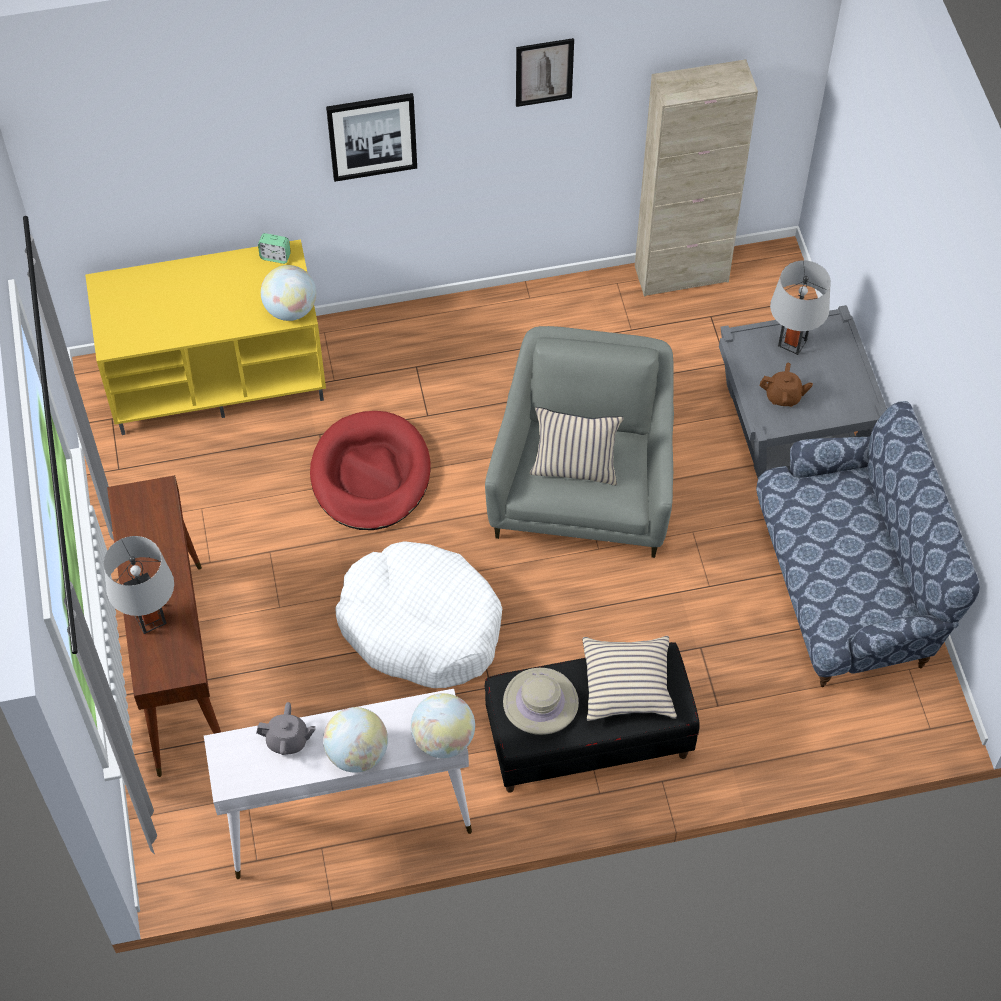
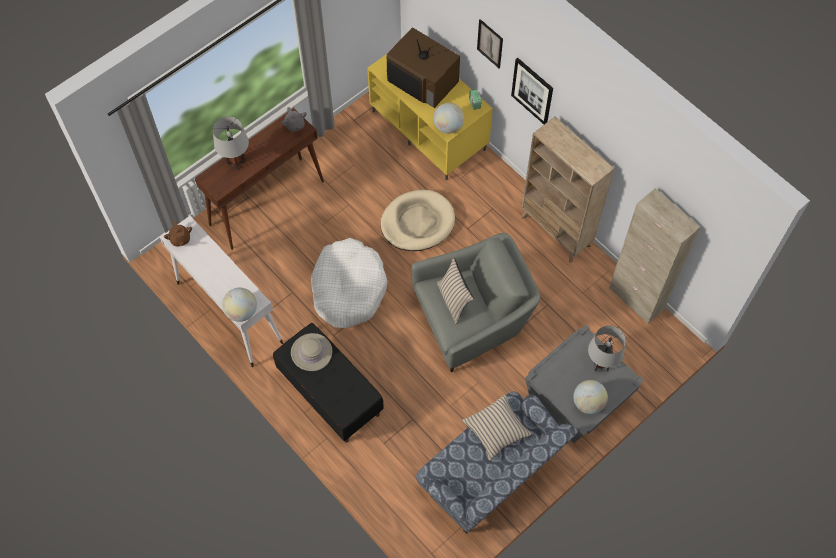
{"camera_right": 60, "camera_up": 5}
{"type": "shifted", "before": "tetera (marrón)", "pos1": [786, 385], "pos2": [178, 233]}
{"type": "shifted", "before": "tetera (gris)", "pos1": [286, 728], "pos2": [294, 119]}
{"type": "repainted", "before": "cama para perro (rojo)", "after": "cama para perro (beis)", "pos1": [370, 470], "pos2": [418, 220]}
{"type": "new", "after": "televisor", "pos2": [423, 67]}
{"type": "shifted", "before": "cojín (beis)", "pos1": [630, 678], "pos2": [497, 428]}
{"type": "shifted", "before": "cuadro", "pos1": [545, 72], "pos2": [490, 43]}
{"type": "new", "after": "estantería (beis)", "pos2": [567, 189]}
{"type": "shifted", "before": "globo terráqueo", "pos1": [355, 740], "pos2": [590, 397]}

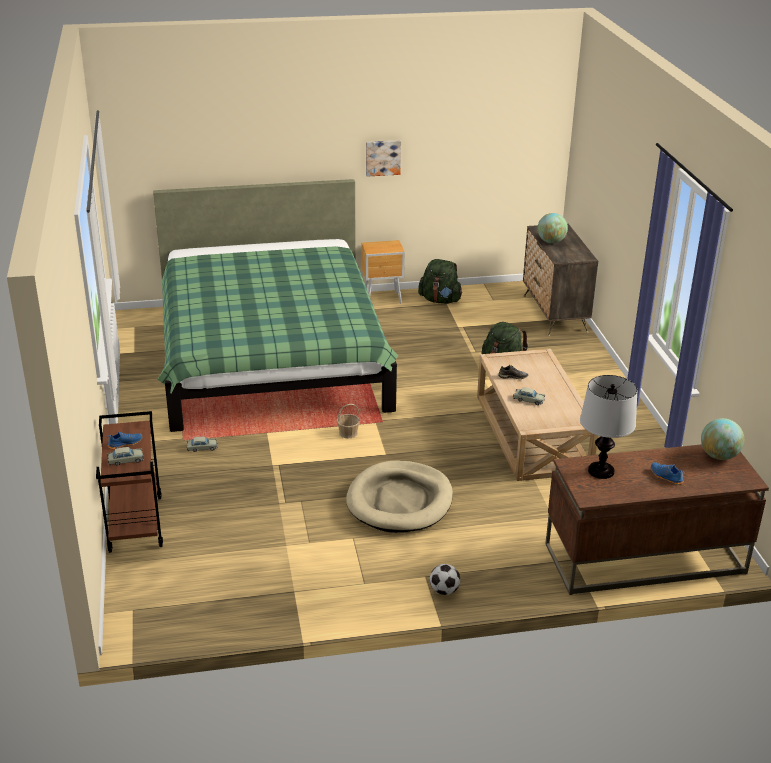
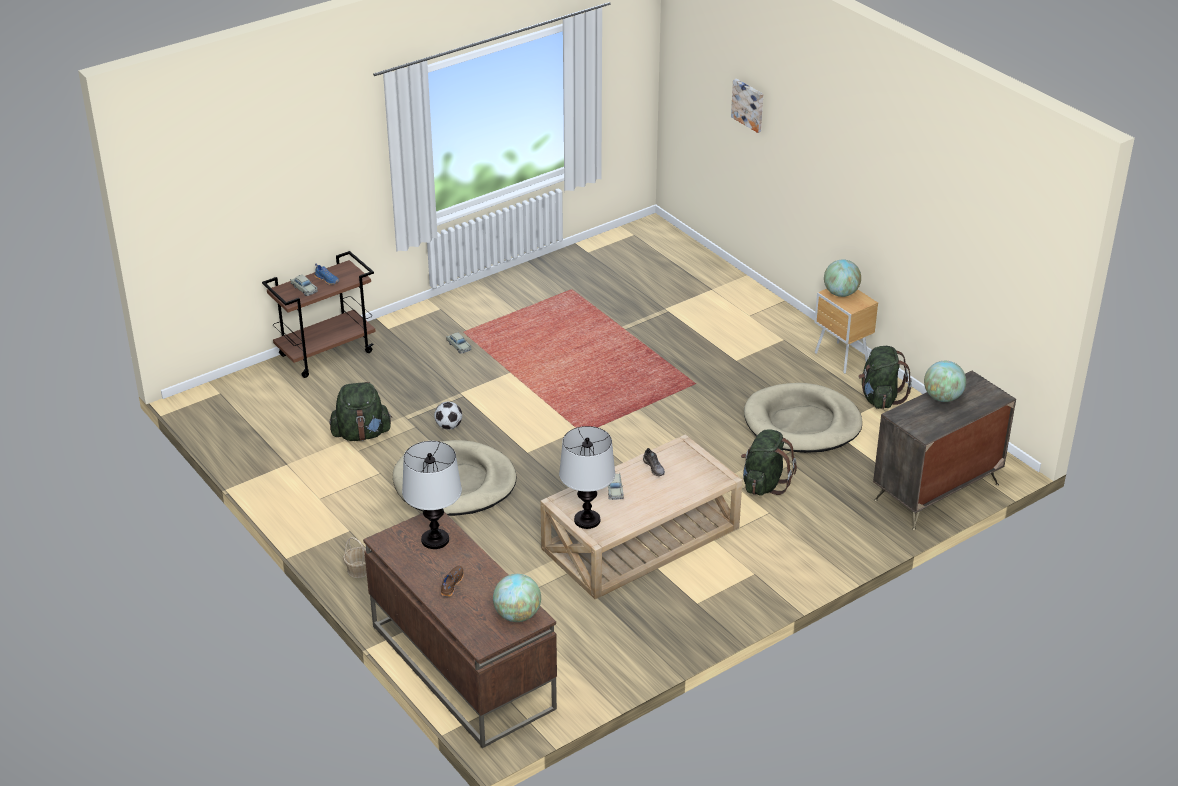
{"camera_right": 65, "camera_up": 5}
{"type": "new", "after": "mochila (verde)", "pos2": [360, 411]}
{"type": "shifted", "before": "cesta", "pos1": [348, 421], "pos2": [355, 557]}
{"type": "shifted", "before": "balón de fútbol", "pos1": [445, 579], "pos2": [448, 415]}
{"type": "repainted", "before": "zapato (azul)", "after": "zapato (marrón)", "pos1": [667, 473], "pos2": [452, 581]}
{"type": "new", "after": "lámpara de mesa", "pos2": [587, 477]}
{"type": "shifted", "before": "cuadro", "pos1": [383, 158], "pos2": [747, 106]}
{"type": "new", "after": "cama para perro (beis)", "pos2": [803, 418]}
{"type": "new", "after": "globo terráqueo", "pos2": [842, 278]}
{"type": "gone", "before": "cama (verde)", "pos1": [275, 305]}

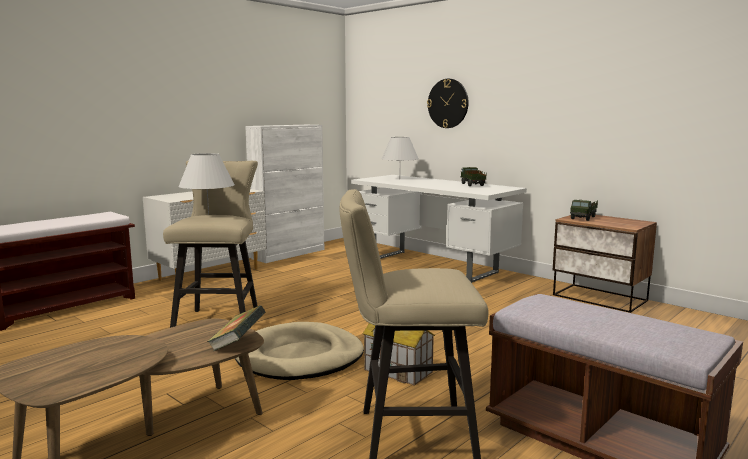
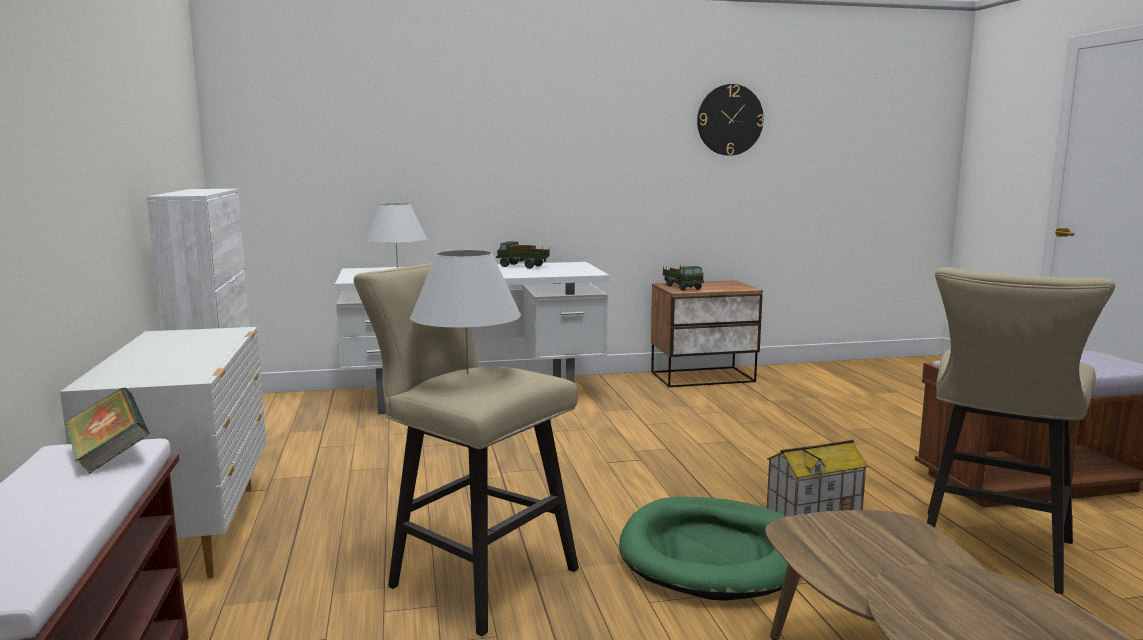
{"camera_right": -55, "camera_up": 0}
{"type": "shifted", "before": "libro", "pos1": [236, 328], "pos2": [106, 431]}
{"type": "repainted", "before": "cama para perro (beis)", "after": "cama para perro (verde)", "pos1": [299, 351], "pos2": [703, 549]}
{"type": "shifted", "before": "reloj de pared", "pos1": [448, 103], "pos2": [730, 120]}

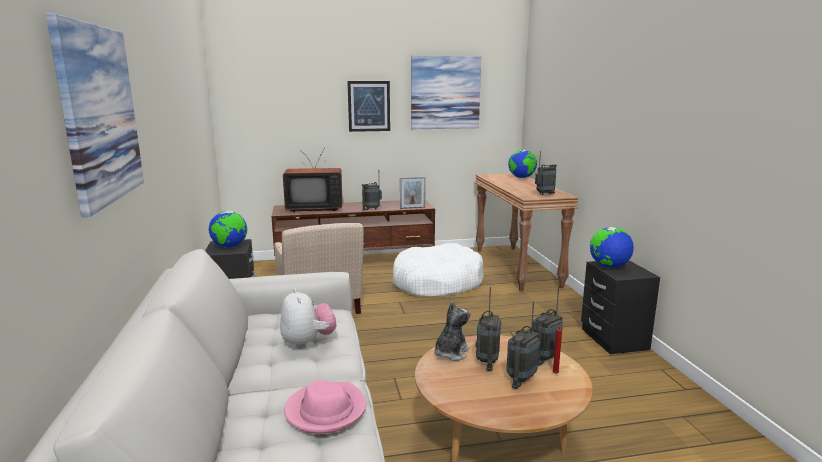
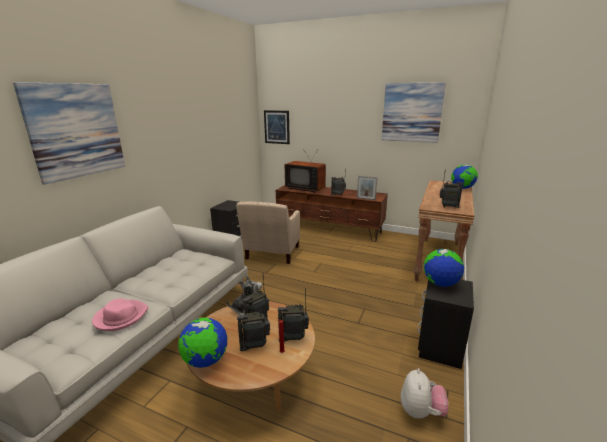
{"camera_right": 35, "camera_up": 5}
{"type": "shifted", "before": "globo terráqueo", "pos1": [227, 229], "pos2": [202, 342]}
{"type": "shifted", "before": "cuadro", "pos1": [368, 106], "pos2": [277, 127]}
{"type": "shifted", "before": "peluche", "pos1": [308, 318], "pos2": [424, 393]}
{"type": "gone", "before": "cama para perro (blanco)", "pos1": [438, 270]}

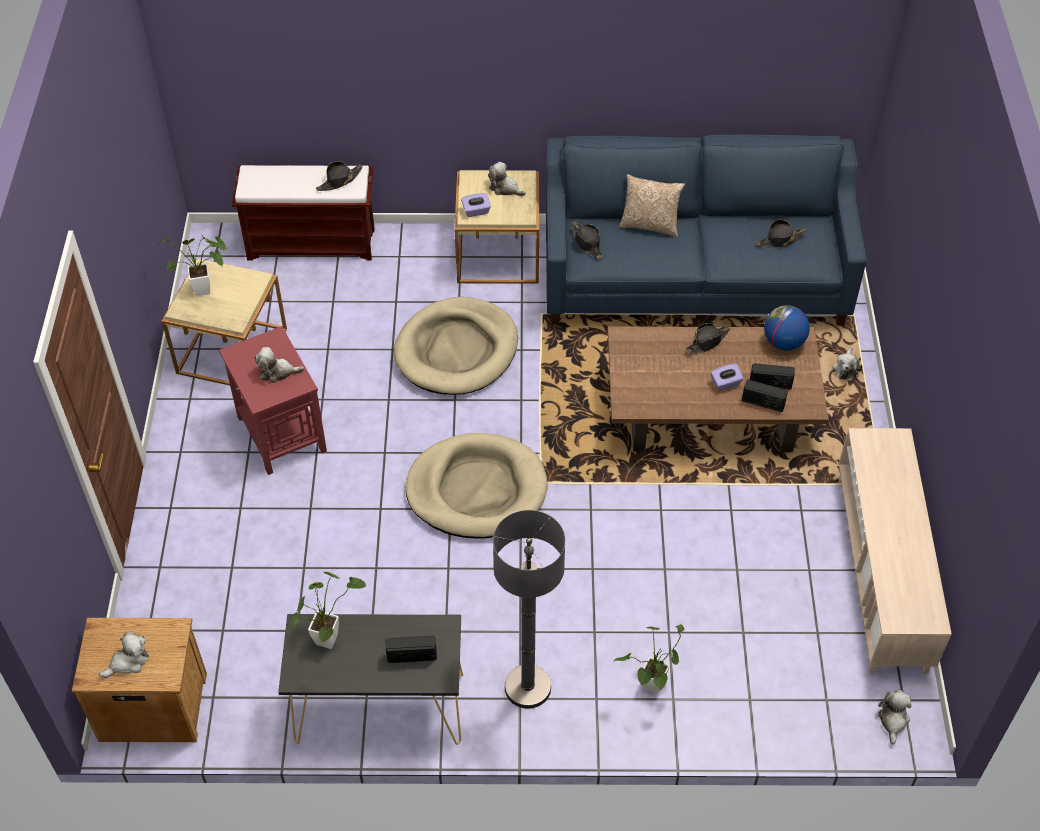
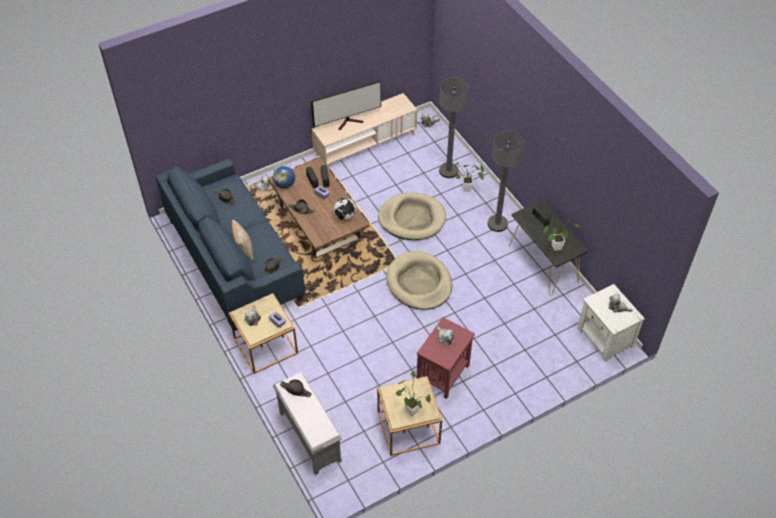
{"camera_right": -120, "camera_up": 0}
{"type": "repainted", "before": "banco (marrón)", "after": "banco (gris)", "pos1": [303, 213], "pos2": [307, 423]}
{"type": "new", "after": "televisor", "pos2": [346, 105]}
{"type": "new", "after": "globo terráqueo", "pos2": [345, 209]}
{"type": "shifted", "before": "cama para perro (beis)", "pos1": [456, 346], "pos2": [412, 216]}
{"type": "new", "after": "lámpara de pie (gris)", "pos2": [454, 128]}
{"type": "repainted", "before": "mesita de noche (marrón)", "after": "mesita de noche (blanco)", "pos1": [139, 680], "pos2": [611, 323]}

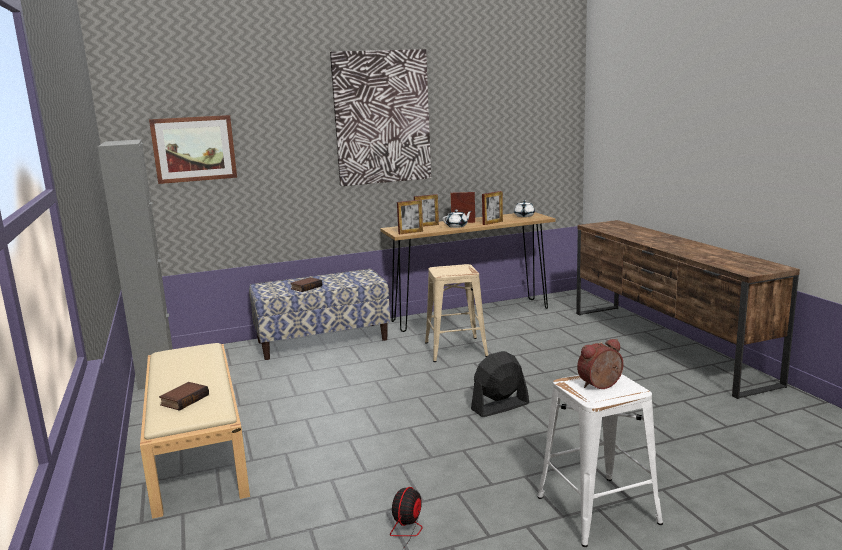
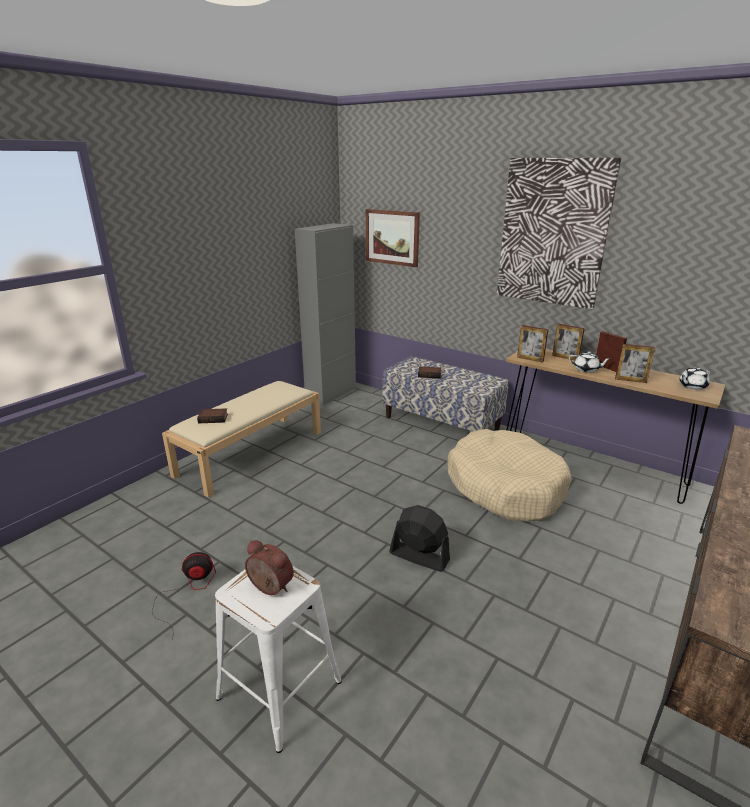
{"camera_right": 55, "camera_up": 10}
{"type": "swapped", "before": "taburete (beis)", "after": "cama para perro (beis)", "pos1": [456, 313], "pos2": [510, 475]}

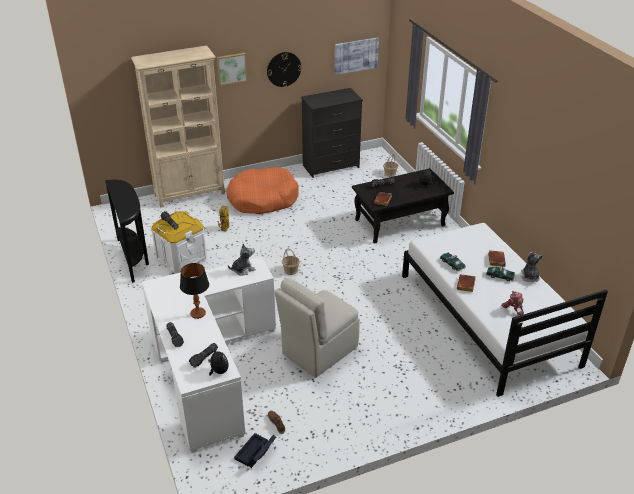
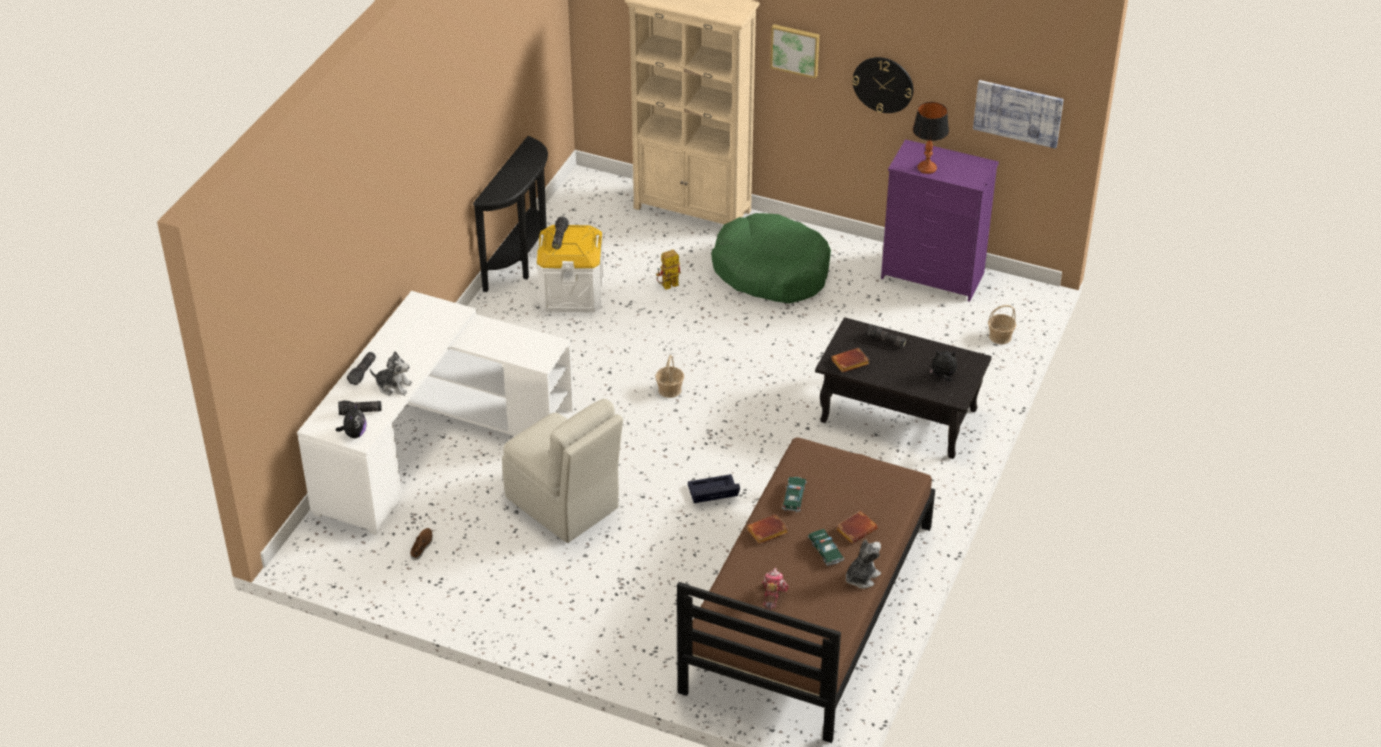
{"camera_right": 45, "camera_up": 5}
{"type": "shifted", "before": "peluche", "pos1": [242, 260], "pos2": [391, 373]}
{"type": "rotated", "before": "silla (beis)", "pos1": [317, 328], "pos2": [562, 471], "turn": -135}
{"type": "repainted", "before": "cama (blanco)", "after": "cama (marrón)", "pos1": [505, 310], "pos2": [806, 590]}
{"type": "shifted", "before": "caja de almacenaje (negro)", "pos1": [255, 450], "pos2": [714, 488]}
{"type": "repainted", "before": "cama para perro (naranja)", "after": "cama para perro (verde)", "pos1": [263, 190], "pos2": [771, 258]}
{"type": "repainted", "before": "cómoda (negro)", "after": "cómoda (morado)", "pos1": [332, 133], "pos2": [940, 220]}
{"type": "shifted", "before": "lámpara de mesa", "pos1": [194, 291], "pos2": [931, 138]}

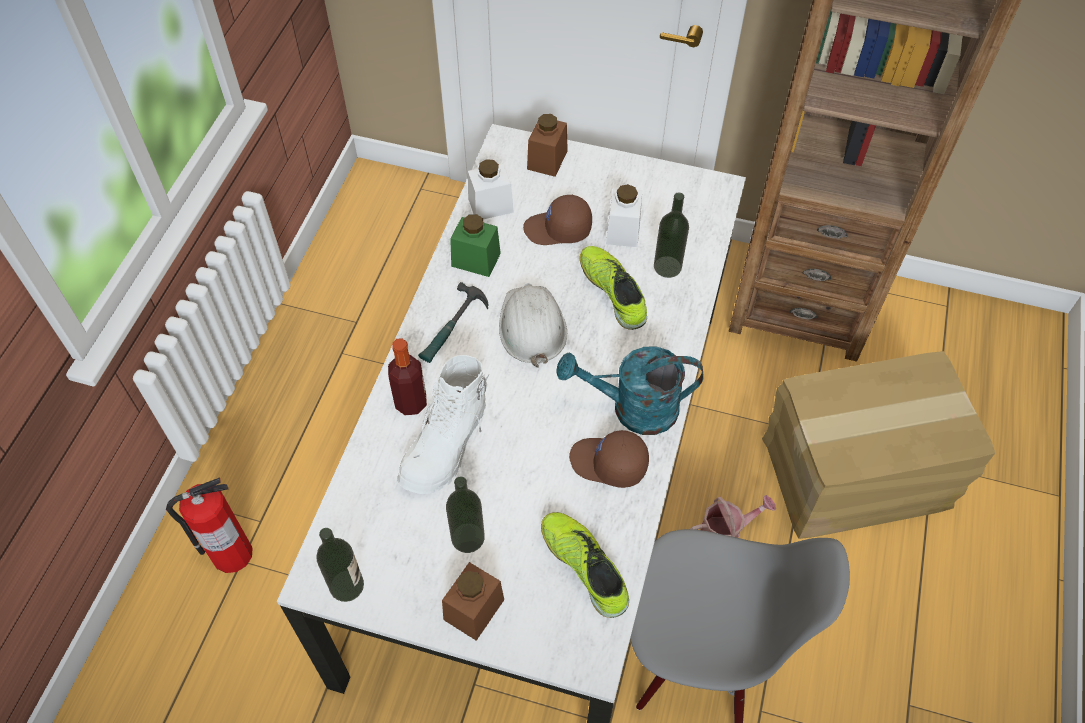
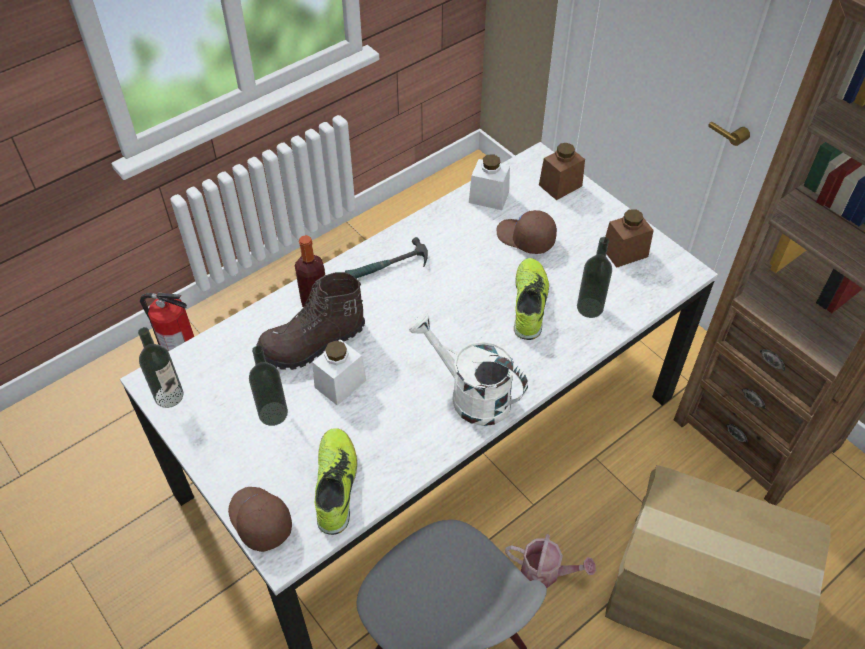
{"camera_right": 35, "camera_up": -5}
{"type": "shifted", "before": "gorra (marrón)", "pos1": [609, 459], "pos2": [260, 519]}
{"type": "repainted", "before": "bota (blanco)", "after": "bota (marrón)", "pos1": [443, 424], "pos2": [310, 321]}
{"type": "shifted", "before": "tarro (blanco)", "pos1": [624, 215], "pos2": [339, 372]}
{"type": "repainted", "before": "regadera (turquesa)", "after": "regadera (blanco)", "pos1": [630, 391], "pos2": [468, 369]}
{"type": "shifted", "before": "tarro (marrón)", "pos1": [473, 601], "pos2": [629, 238]}
{"type": "gone", "before": "tarro (verde)", "pos1": [475, 245]}
{"type": "gone", "before": "casco (blanco)", "pos1": [533, 325]}

